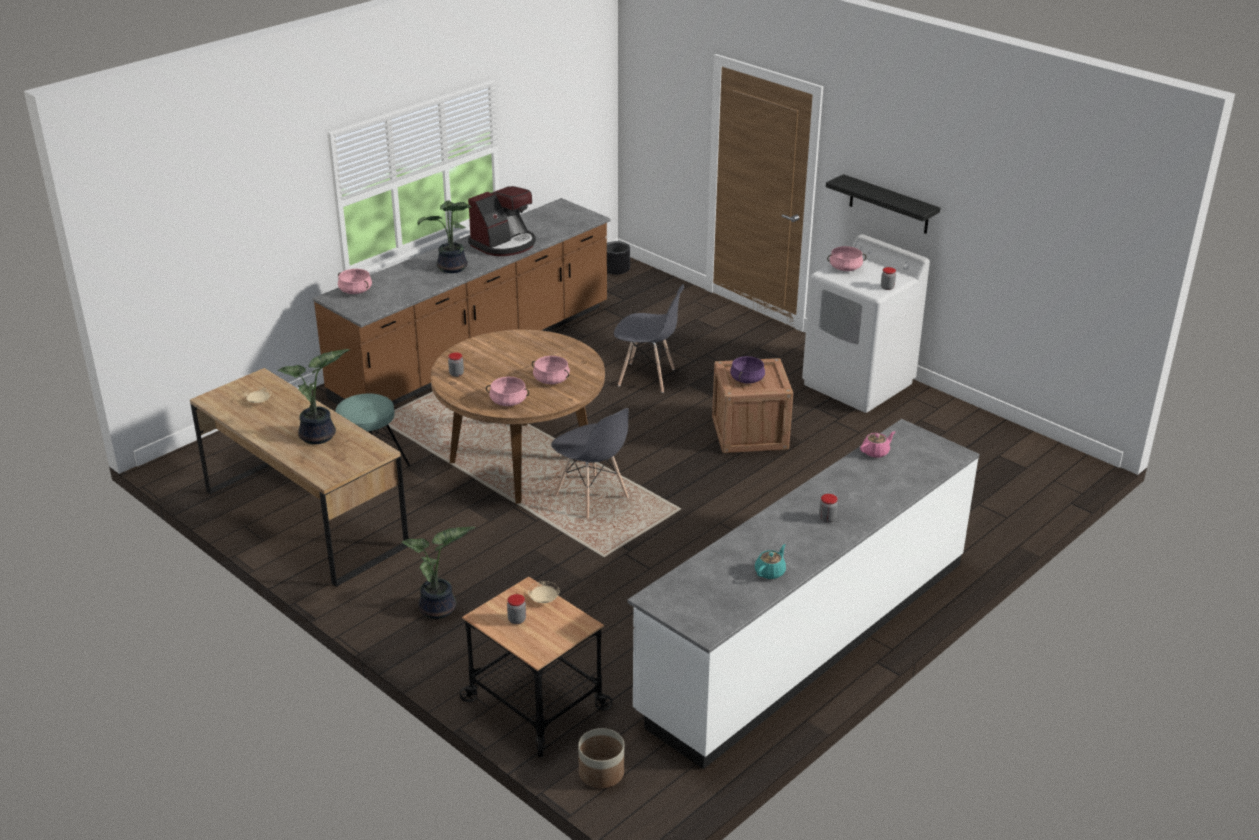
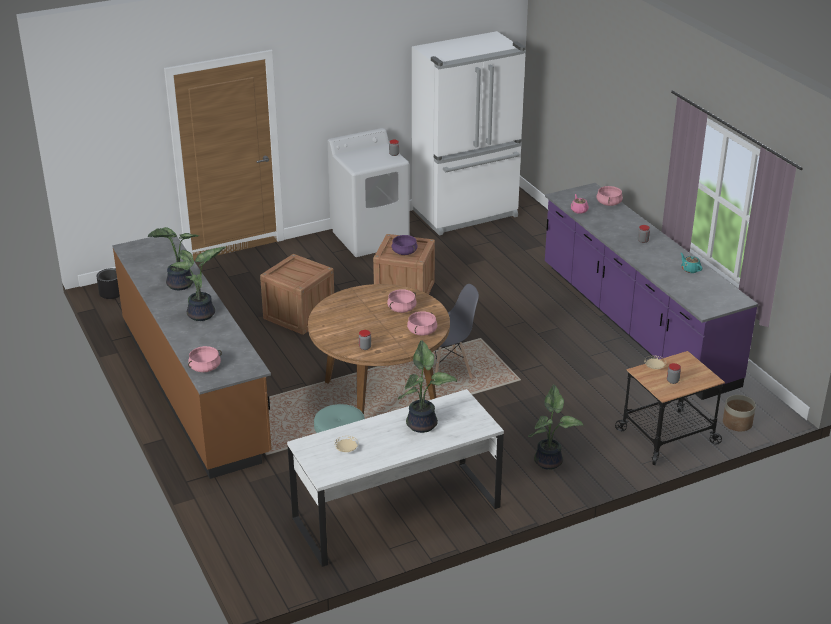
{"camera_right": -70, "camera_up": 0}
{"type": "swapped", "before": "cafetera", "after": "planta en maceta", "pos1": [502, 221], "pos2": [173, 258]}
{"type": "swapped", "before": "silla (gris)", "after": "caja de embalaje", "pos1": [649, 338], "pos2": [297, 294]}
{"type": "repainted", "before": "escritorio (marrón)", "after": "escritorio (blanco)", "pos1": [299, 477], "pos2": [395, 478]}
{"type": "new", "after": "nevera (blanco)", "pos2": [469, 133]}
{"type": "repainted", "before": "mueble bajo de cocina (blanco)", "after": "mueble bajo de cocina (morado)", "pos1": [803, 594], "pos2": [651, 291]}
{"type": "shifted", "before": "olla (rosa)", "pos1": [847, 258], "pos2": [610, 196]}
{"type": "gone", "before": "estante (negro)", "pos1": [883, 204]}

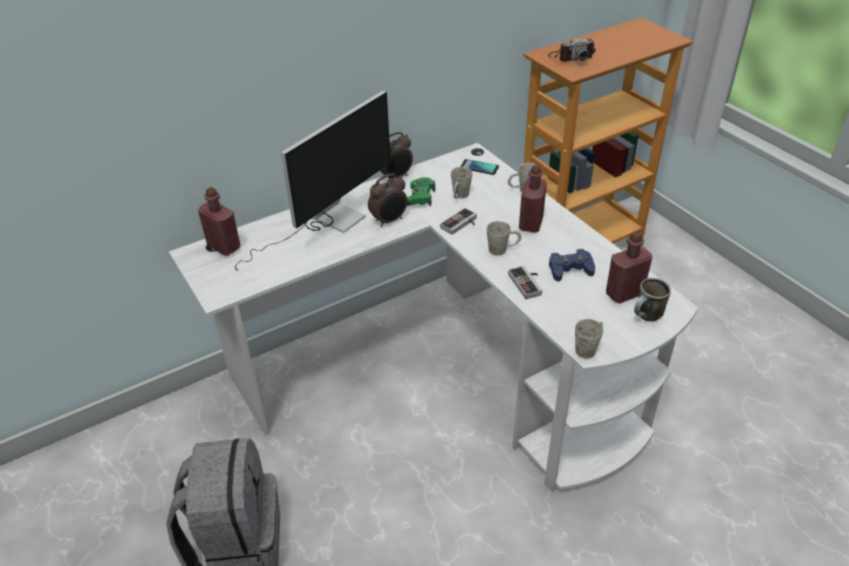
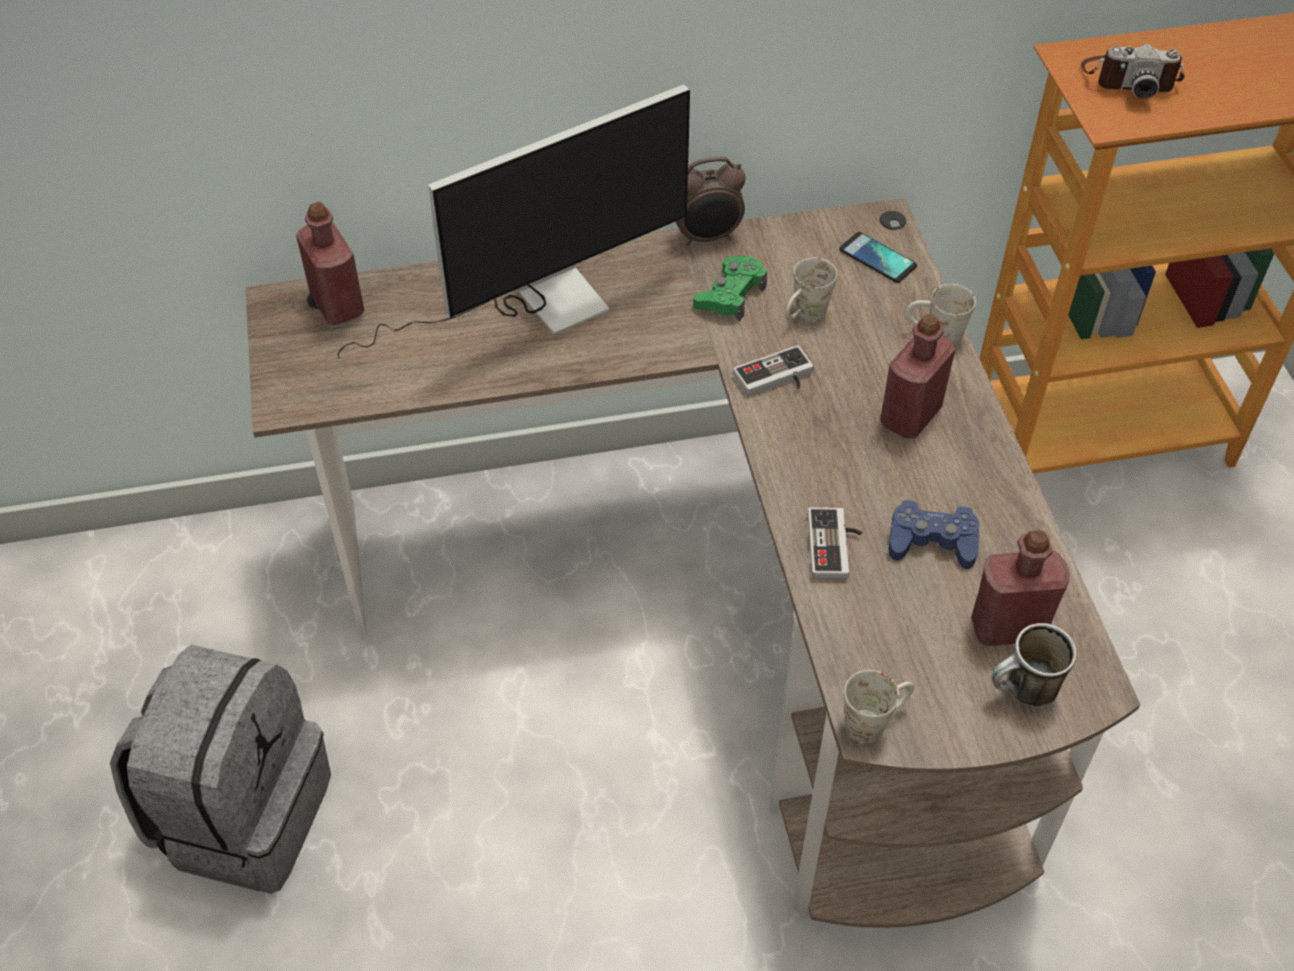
{"camera_right": 20, "camera_up": 10}
{"type": "repainted", "before": "escritorio (blanco)", "after": "escritorio (marrón)", "pos1": [433, 317], "pos2": [692, 563]}
{"type": "gone", "before": "despertador", "pos1": [388, 200]}
{"type": "gone", "before": "taza grande (blanco)", "pos1": [504, 238]}

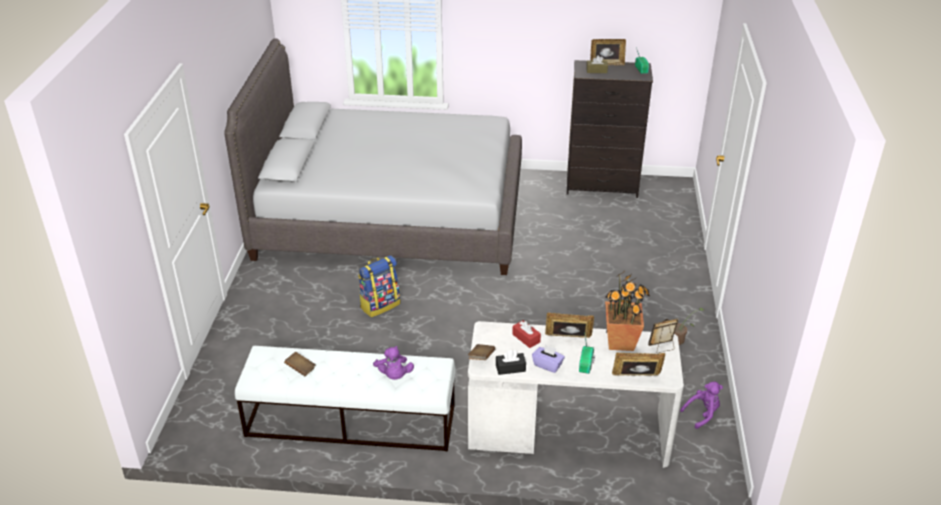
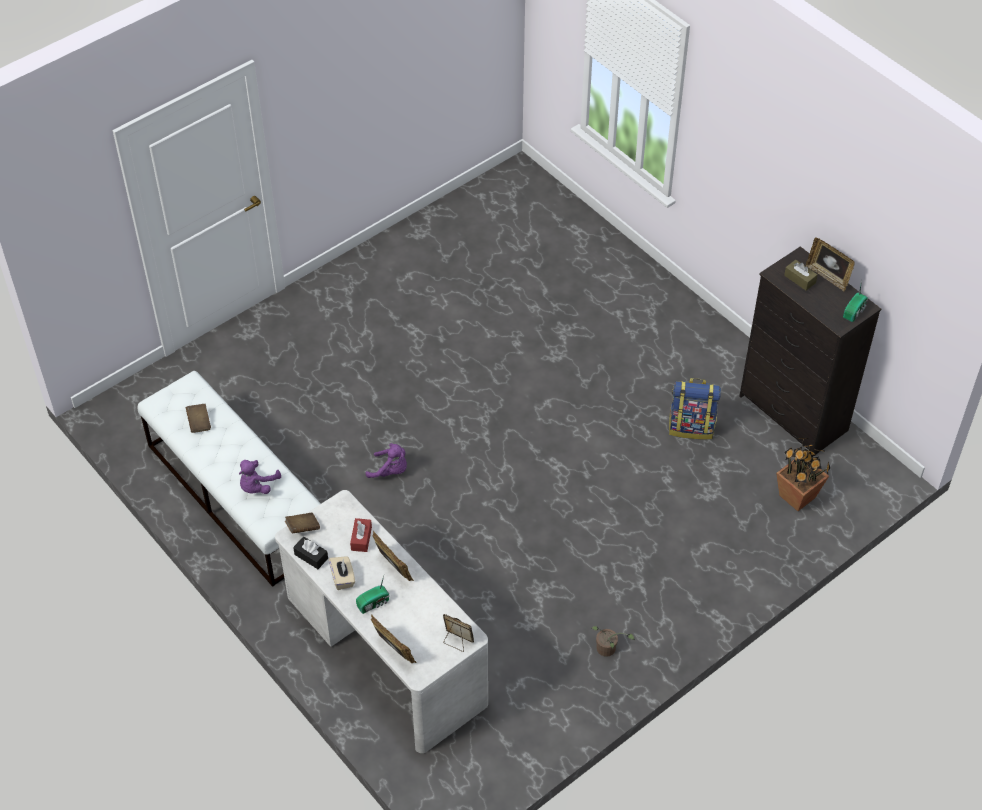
{"camera_right": 45, "camera_up": 15}
{"type": "repainted", "before": "caja de pañuelos (morado)", "after": "caja de pañuelos (beis)", "pos1": [548, 359], "pos2": [342, 573]}
{"type": "shifted", "before": "peluche (morado)", "pos1": [701, 405], "pos2": [386, 460]}
{"type": "shifted", "before": "mochila", "pos1": [379, 286], "pos2": [695, 409]}
{"type": "shifted", "before": "planta en maceta", "pos1": [627, 311], "pos2": [803, 474]}
{"type": "gone", "before": "cama (gris)", "pos1": [373, 156]}

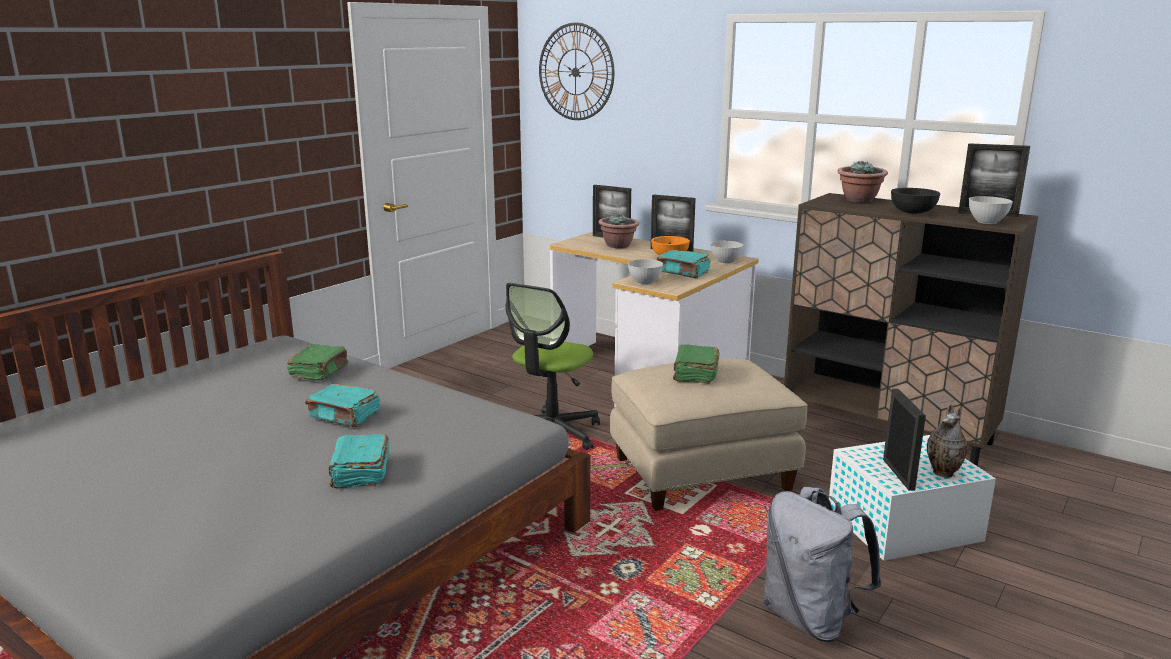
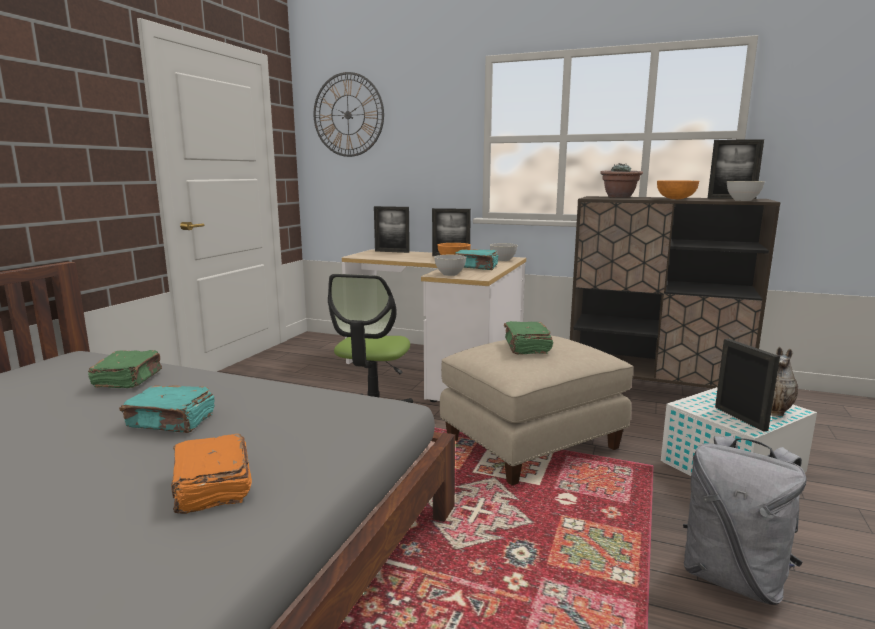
{"camera_right": -15, "camera_up": -5}
{"type": "repainted", "before": "libro (turquesa)", "after": "libro (naranja)", "pos1": [359, 461], "pos2": [211, 474]}
{"type": "repainted", "before": "cuenco (negro)", "after": "cuenco (naranja)", "pos1": [915, 201], "pos2": [678, 189]}
{"type": "gone", "before": "planta en maceta", "pos1": [619, 230]}

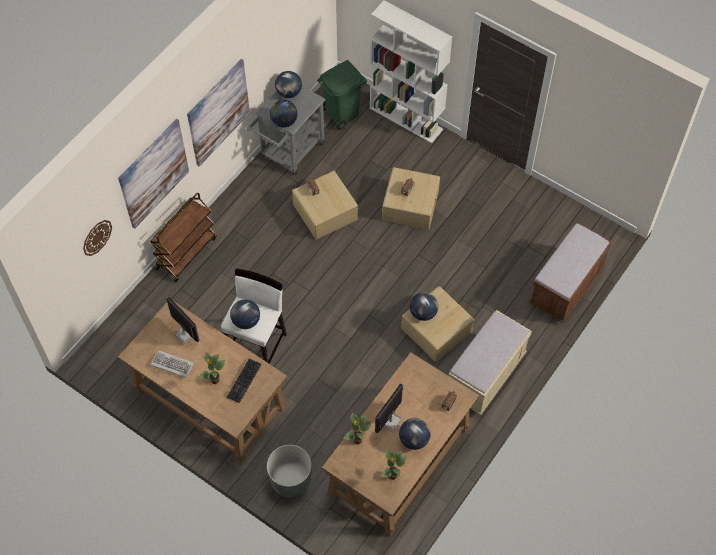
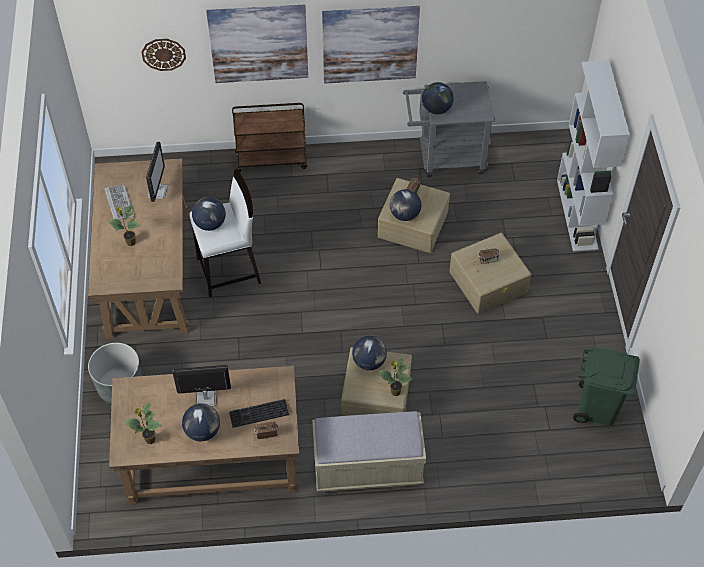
{"camera_right": 50, "camera_up": -5}
{"type": "shifted", "before": "teclado", "pos1": [244, 381], "pos2": [259, 413]}
{"type": "shifted", "before": "planta en maceta", "pos1": [357, 428], "pos2": [395, 376]}
{"type": "shifted", "before": "globo terráqueo", "pos1": [288, 84], "pos2": [405, 205]}
{"type": "shifted", "before": "papelera (verde)", "pos1": [342, 95], "pos2": [606, 386]}
{"type": "gone", "before": "banco (marrón)", "pos1": [570, 273]}

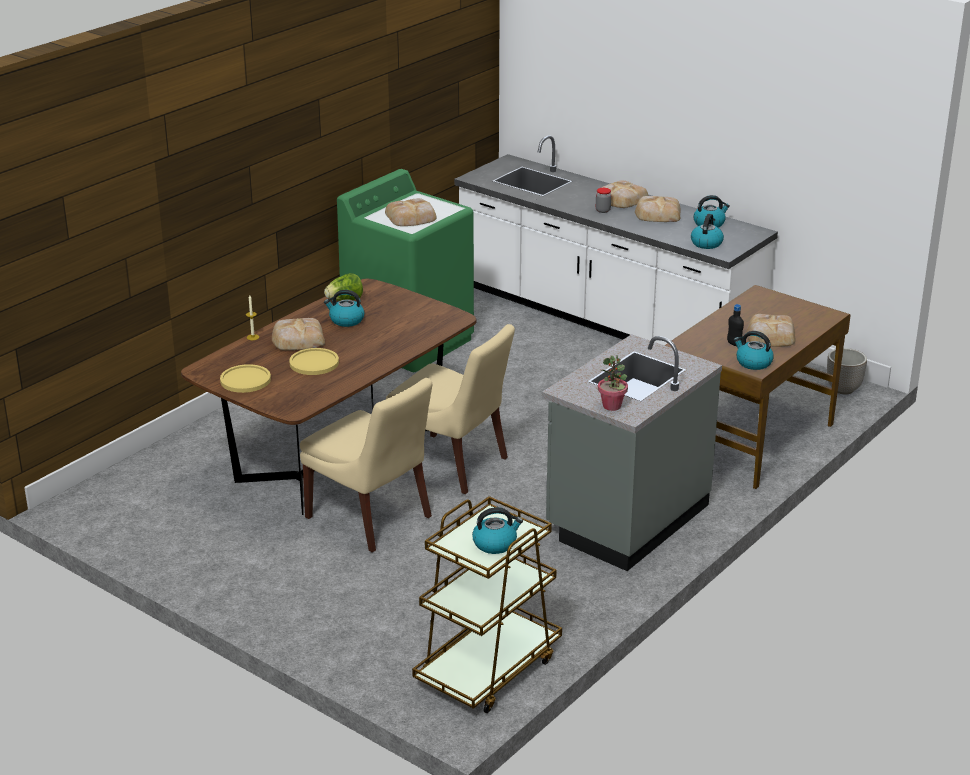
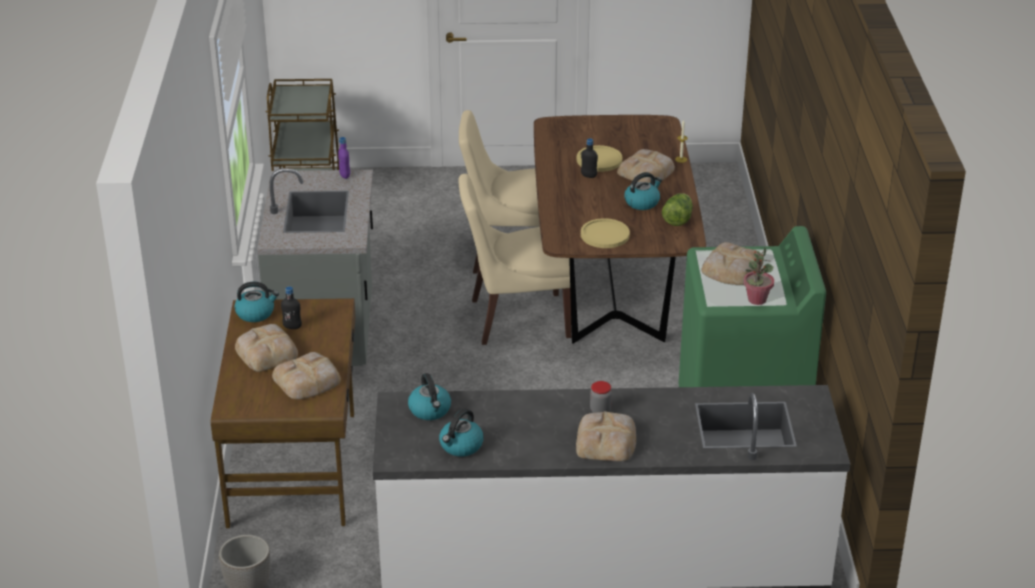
{"camera_right": 140, "camera_up": 5}
{"type": "shifted", "before": "pan", "pos1": [658, 209], "pos2": [306, 375]}
{"type": "new", "after": "botella (morado)", "pos2": [344, 158]}
{"type": "new", "after": "botella (negro)", "pos2": [589, 158]}
{"type": "shifted", "before": "plato (amarillo)", "pos1": [245, 378], "pos2": [605, 233]}
{"type": "shifted", "before": "planta en maceta", "pos1": [613, 383], "pos2": [759, 276]}
{"type": "gone", "before": "hervidor", "pos1": [497, 530]}

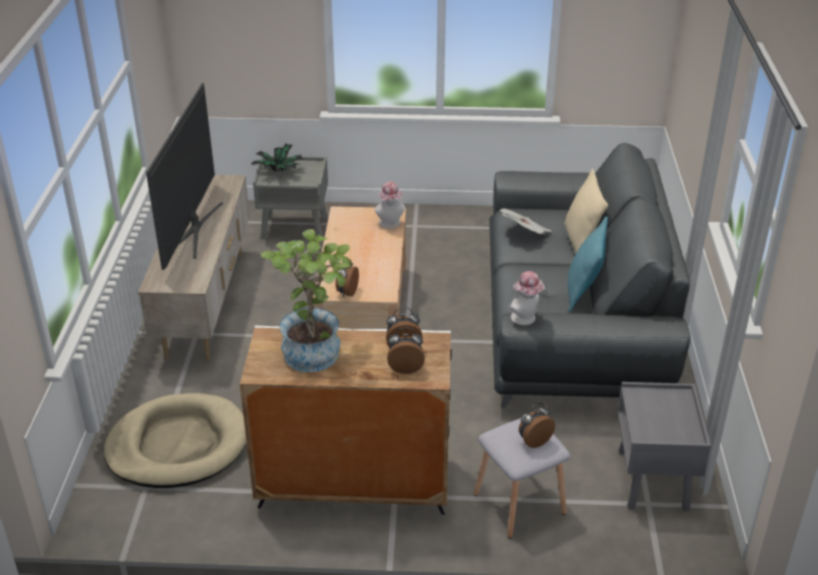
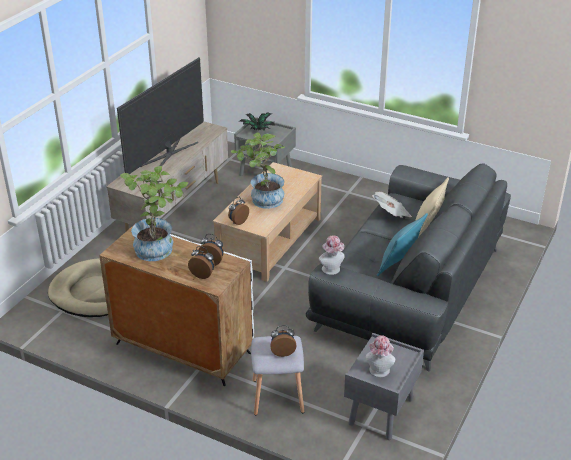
{"camera_right": 25, "camera_up": 0}
{"type": "new", "after": "planta en maceta", "pos2": [258, 171]}
{"type": "shifted", "before": "sombrero", "pos1": [390, 205], "pos2": [380, 356]}

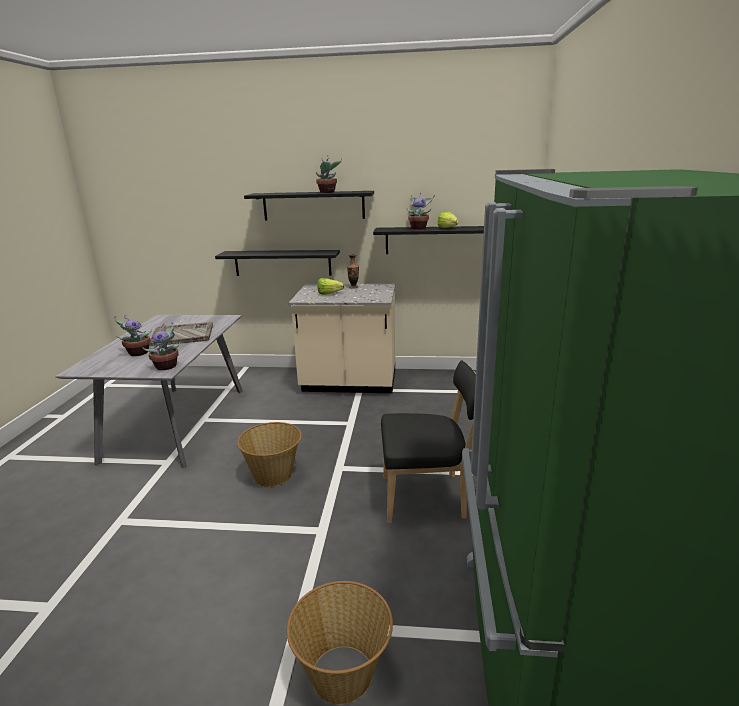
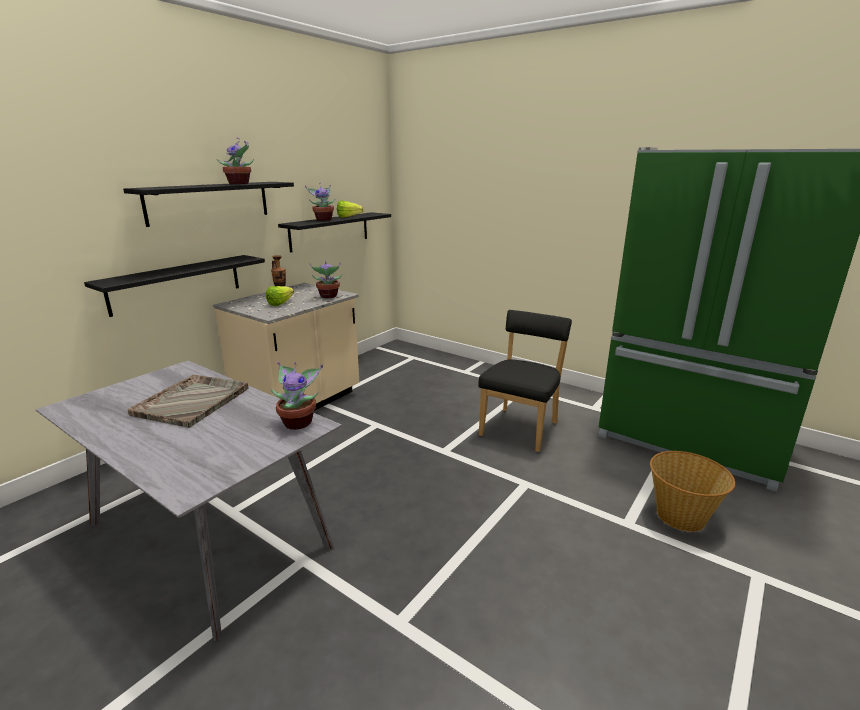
{"camera_right": -60, "camera_up": 0}
{"type": "shifted", "before": "planta en maceta", "pos1": [133, 335], "pos2": [326, 278]}
{"type": "gone", "before": "cesta", "pos1": [269, 454]}

